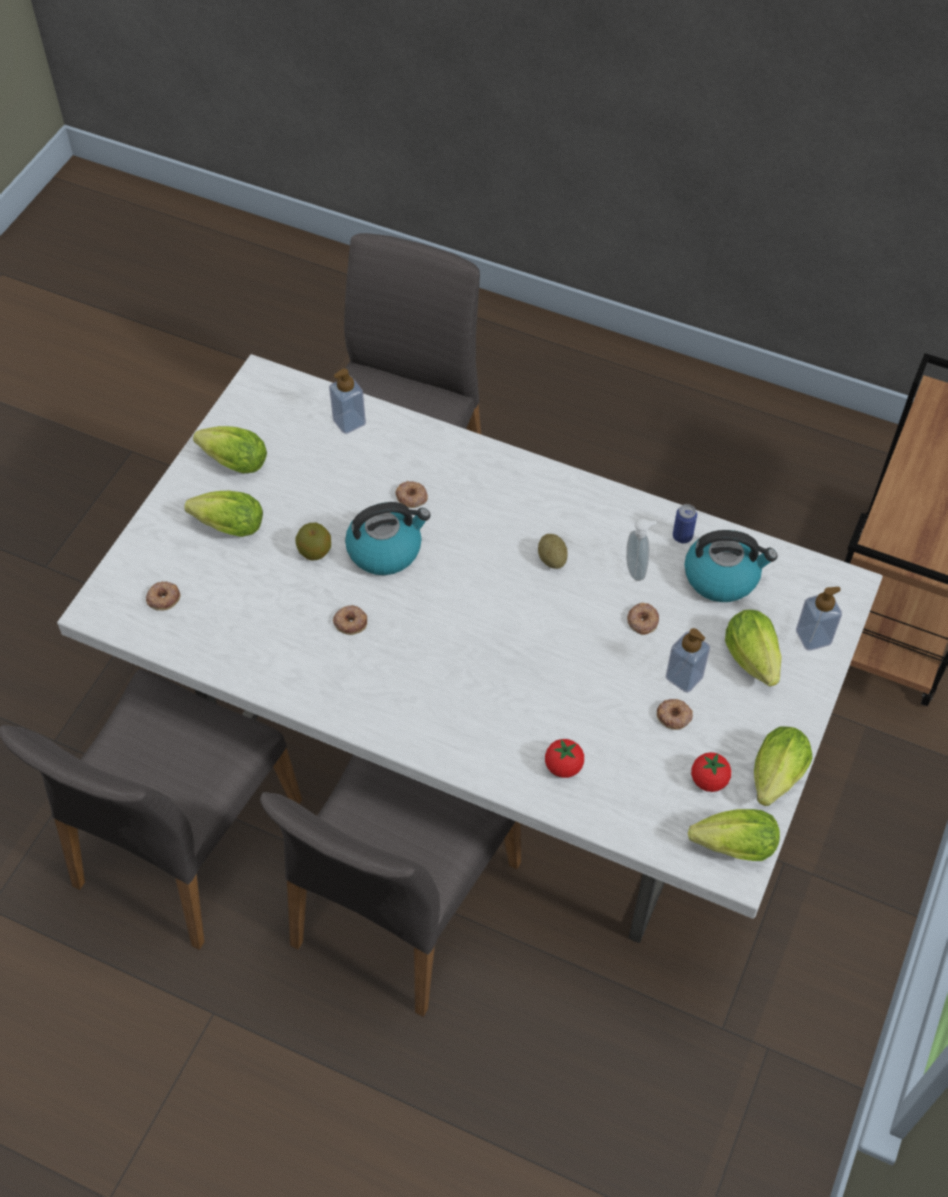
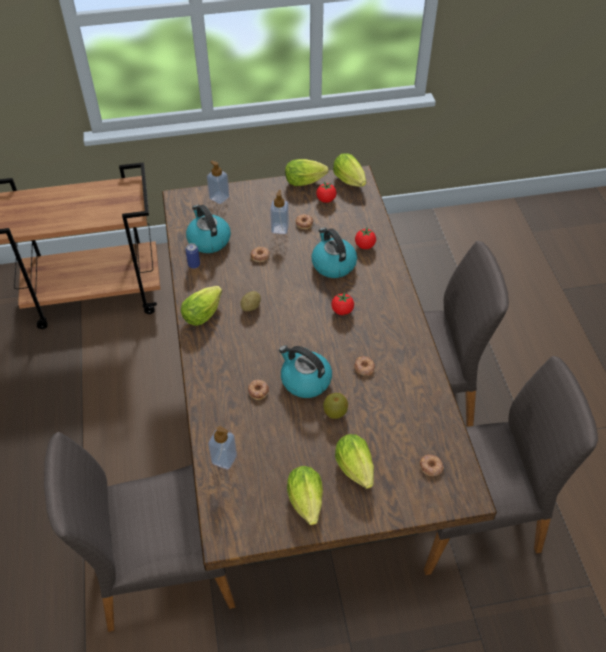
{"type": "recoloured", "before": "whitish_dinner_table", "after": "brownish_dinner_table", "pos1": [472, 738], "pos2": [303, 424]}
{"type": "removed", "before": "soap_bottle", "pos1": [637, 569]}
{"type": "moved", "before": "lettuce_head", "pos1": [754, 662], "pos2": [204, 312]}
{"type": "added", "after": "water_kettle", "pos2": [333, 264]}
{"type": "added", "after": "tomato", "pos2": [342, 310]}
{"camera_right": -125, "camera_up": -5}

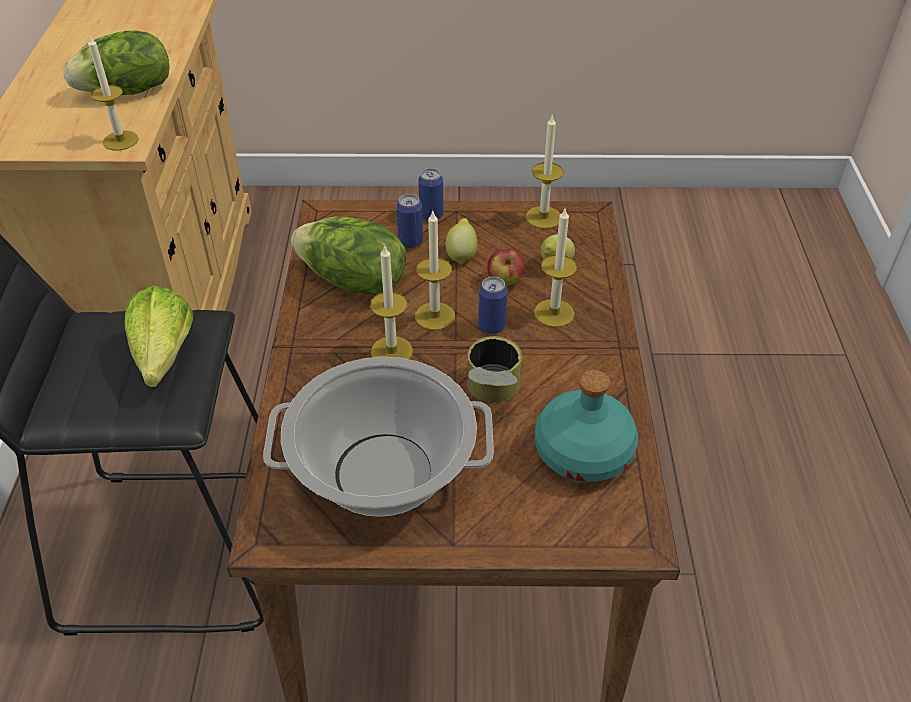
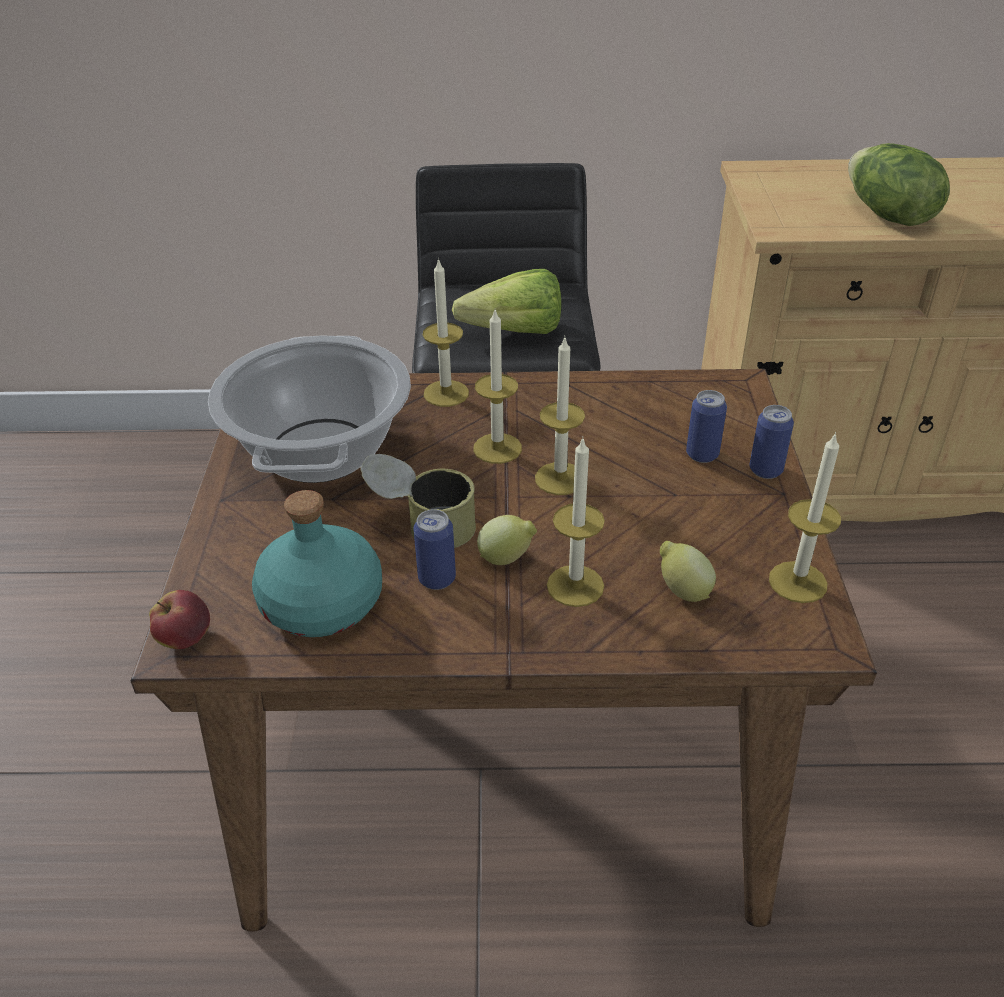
{"type": "moved", "before": "wax_candle", "pos1": [120, 140], "pos2": [446, 393]}
{"type": "removed", "before": "lettuce_head", "pos1": [353, 281]}
{"type": "moved", "before": "whole_lemon", "pos1": [461, 255], "pos2": [507, 558]}
{"type": "moved", "before": "metal_can", "pos1": [491, 326], "pos2": [437, 578]}
{"type": "moved", "before": "whole_apple", "pos1": [505, 281], "pos2": [185, 639]}
{"camera_right": 90, "camera_up": -5}

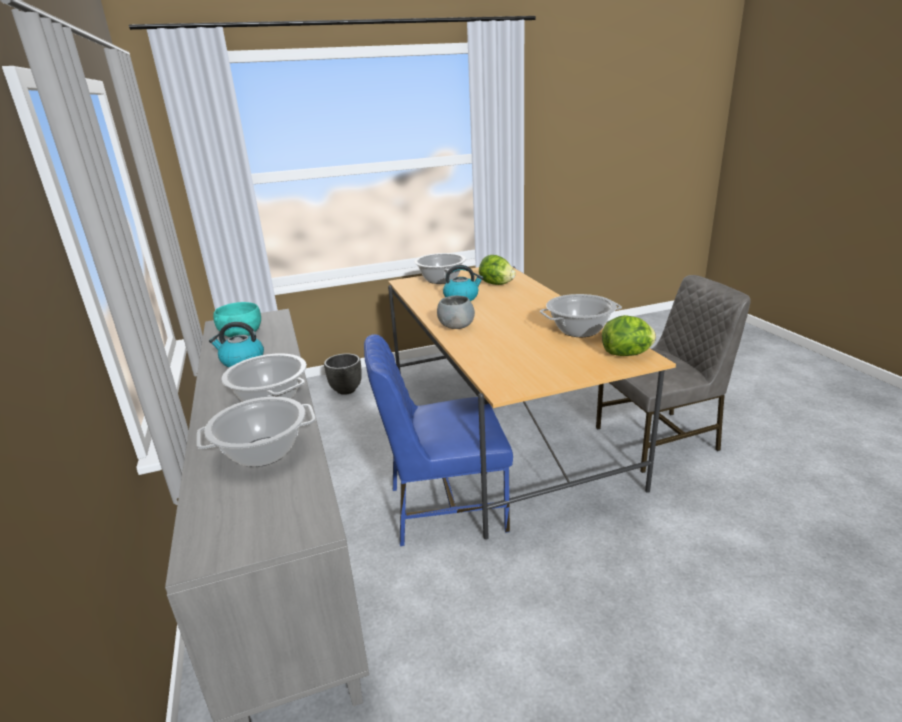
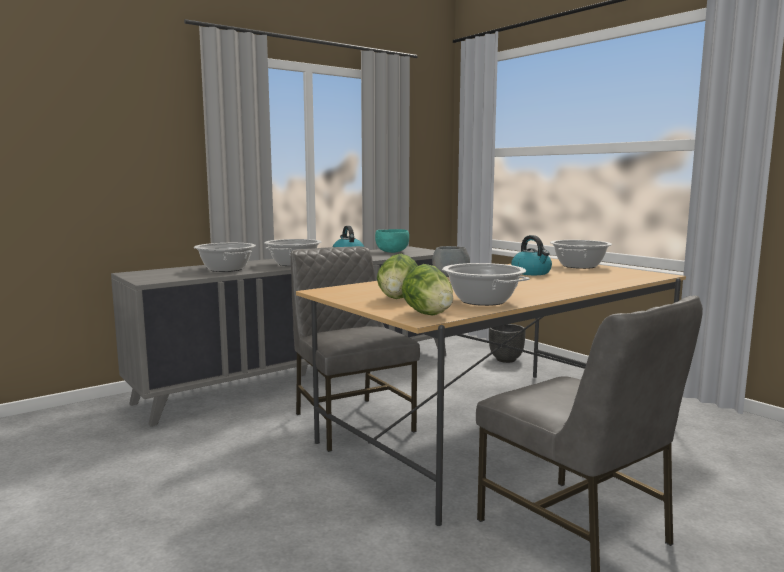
{"type": "recoloured", "before": "blue_upright_chair", "after": "greyish_upright_chair", "pos1": [444, 507], "pos2": [351, 421]}
{"type": "moved", "before": "lettuce_head", "pos1": [496, 284], "pos2": [399, 298]}
{"camera_right": 70, "camera_up": -15}

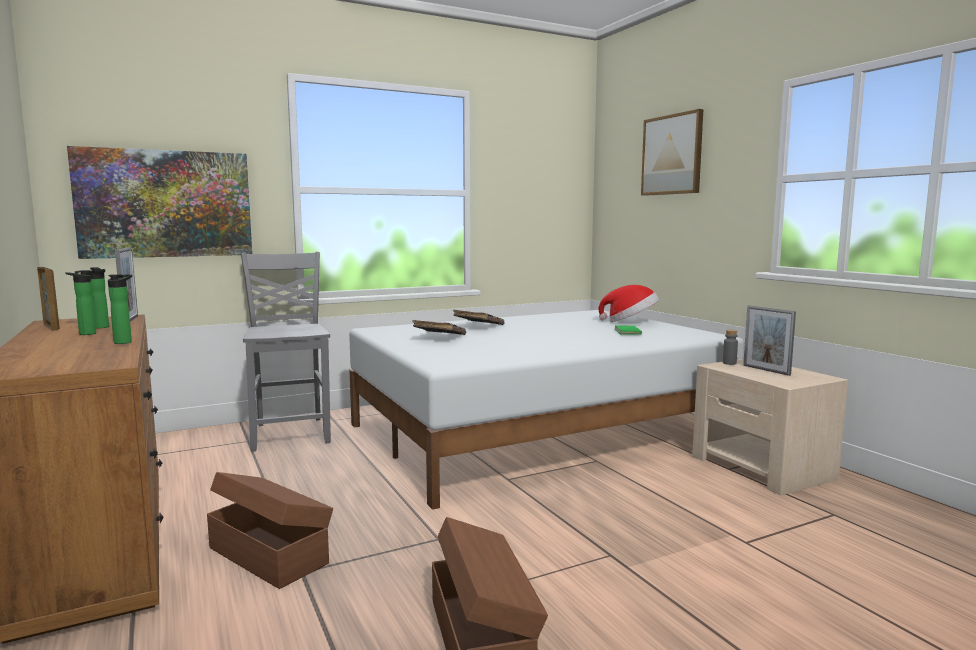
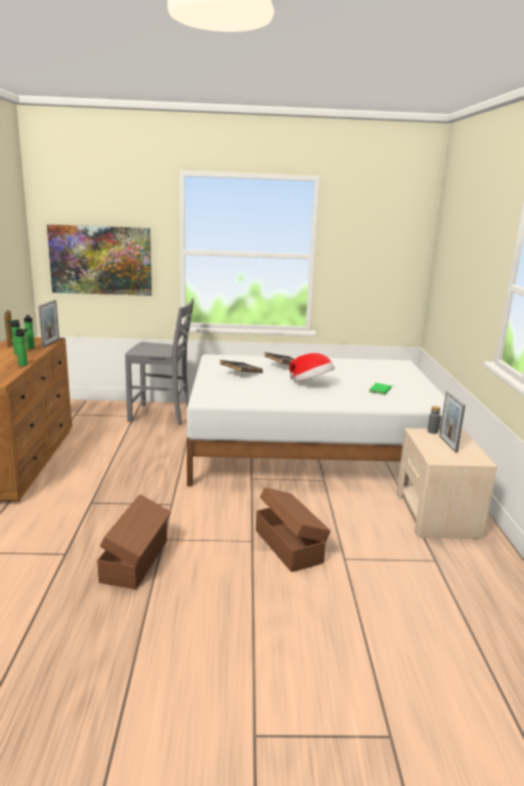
{"type": "moved", "before": "brownish_storage_bin", "pos1": [269, 554], "pos2": [289, 545]}
{"type": "turned", "before": "greyish_upright_chair", "pos1": [291, 433], "pos2": [161, 416], "turn": 90}
{"type": "moved", "before": "hat", "pos1": [630, 322], "pos2": [311, 384]}
{"type": "removed", "before": "picture", "pos1": [672, 155]}
{"camera_right": 25, "camera_up": 10}

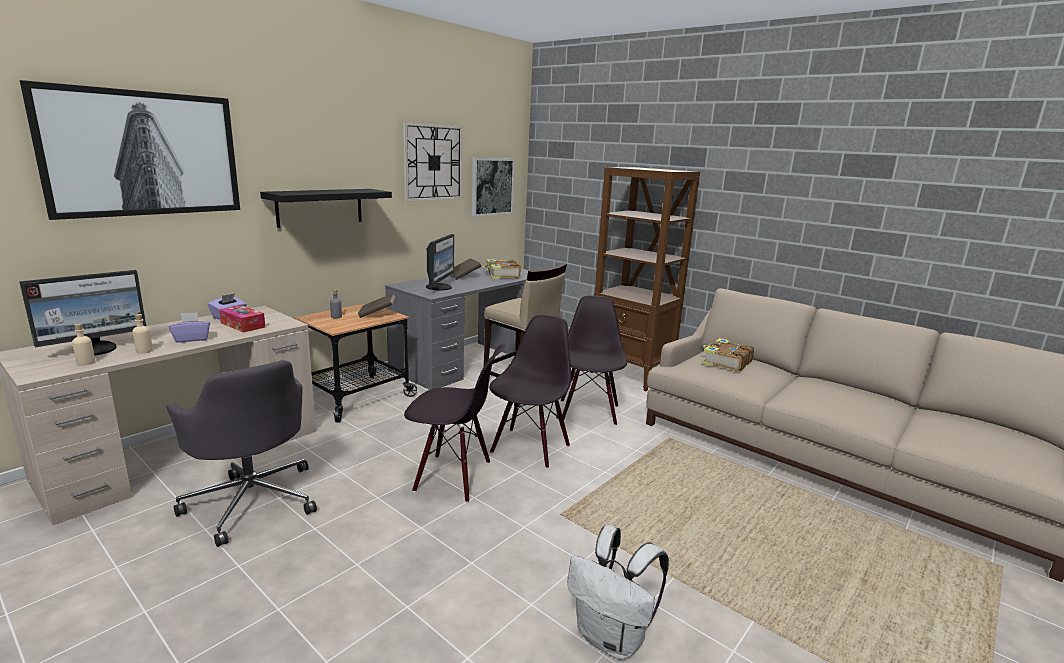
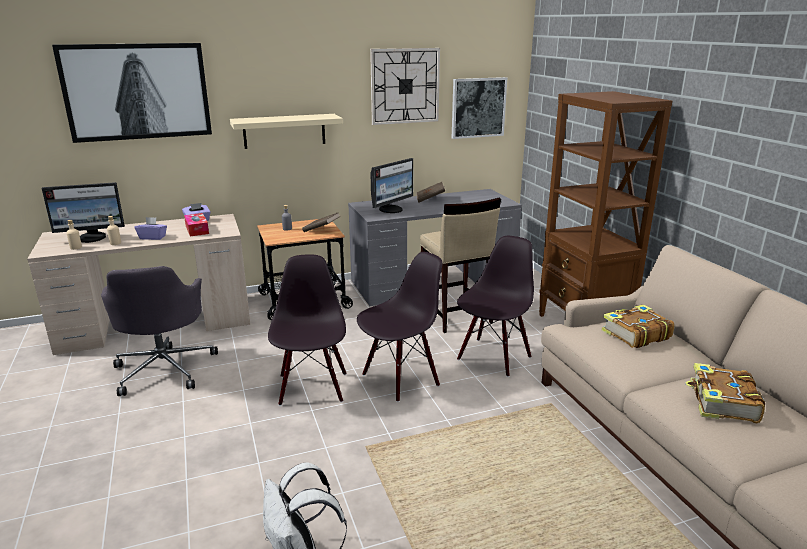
{"type": "recoloured", "before": "black-coloured_shelf", "after": "beige-coloured_shelf", "pos1": [320, 207], "pos2": [284, 131]}
{"type": "turned", "before": "black-coloured_upright_chair", "pos1": [453, 477], "pos2": [312, 388], "turn": -135}
{"type": "moved", "before": "volume", "pos1": [502, 275], "pos2": [721, 403]}
{"camera_right": 30, "camera_up": 5}

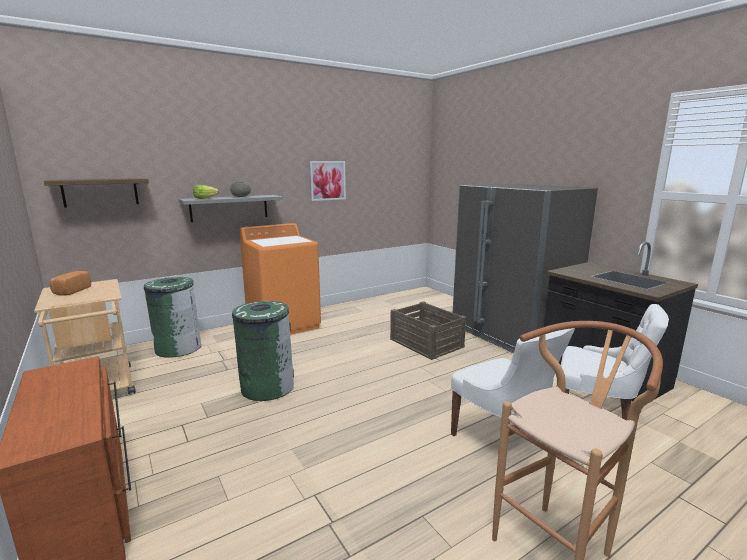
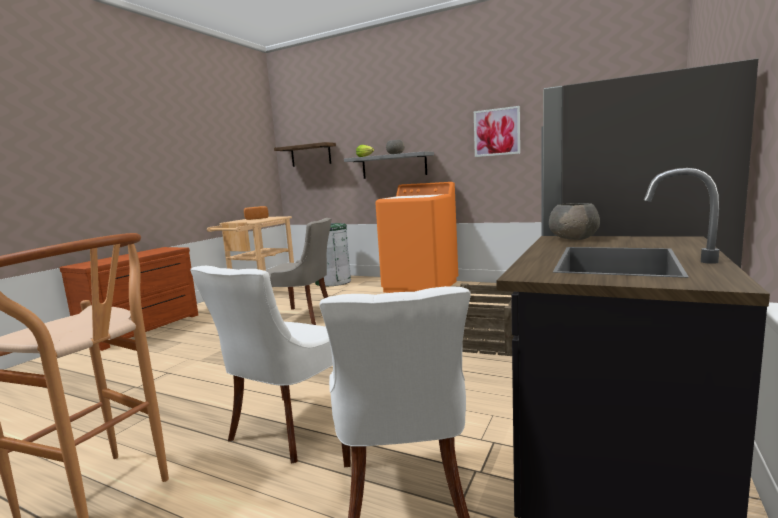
{"type": "replaced", "before": "greenish_rubbish_bin", "after": "greyish_upright_chair", "pos1": [267, 387], "pos2": [303, 317]}
{"type": "added", "after": "greyish_serving_bowl", "pos2": [574, 239]}
{"camera_right": 60, "camera_up": -5}

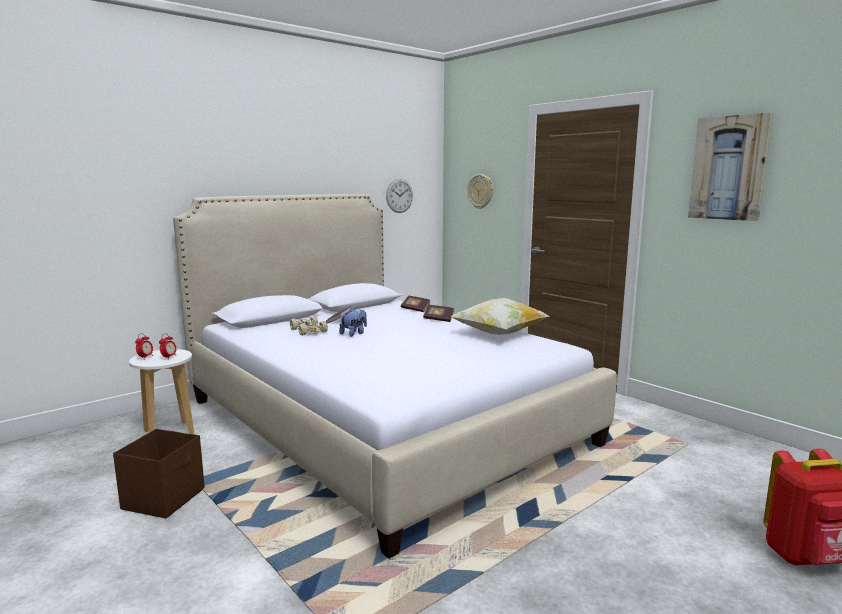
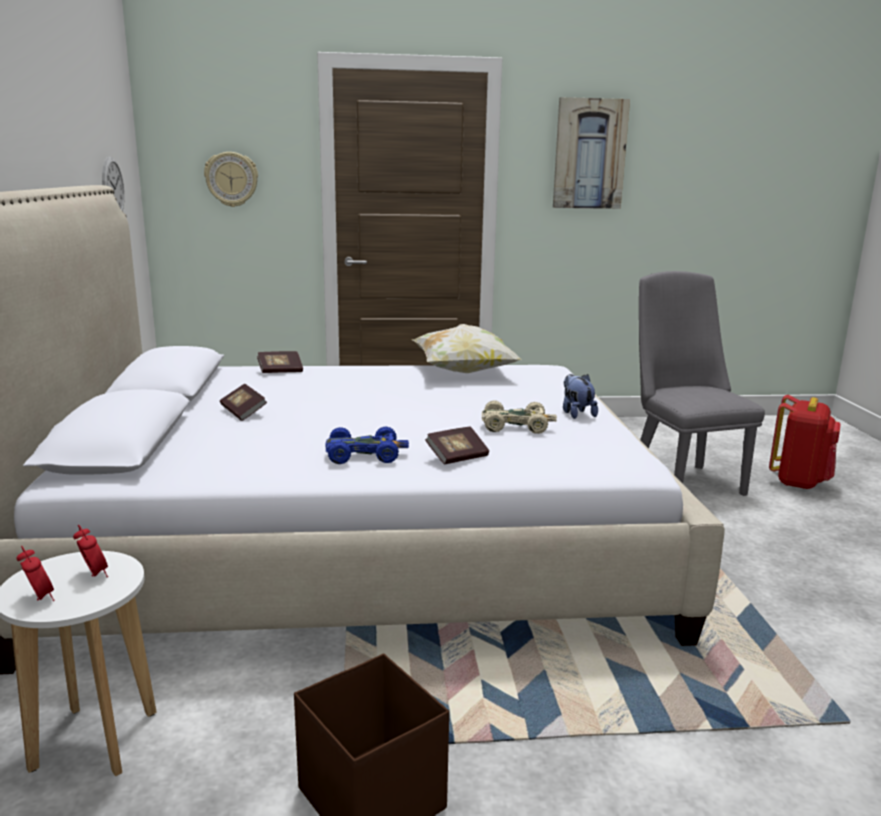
{"type": "moved", "before": "beige-coloured_toy_car", "pos1": [309, 331], "pos2": [516, 426]}
{"type": "moved", "before": "plush_toy", "pos1": [354, 334], "pos2": [576, 413]}
{"type": "moved", "before": "volume", "pos1": [438, 319], "pos2": [457, 457]}
{"type": "added", "after": "blue_toy_car", "pos2": [365, 455]}
{"type": "added", "after": "greyish_upright_chair", "pos2": [681, 480]}
{"camera_right": -55, "camera_up": 5}

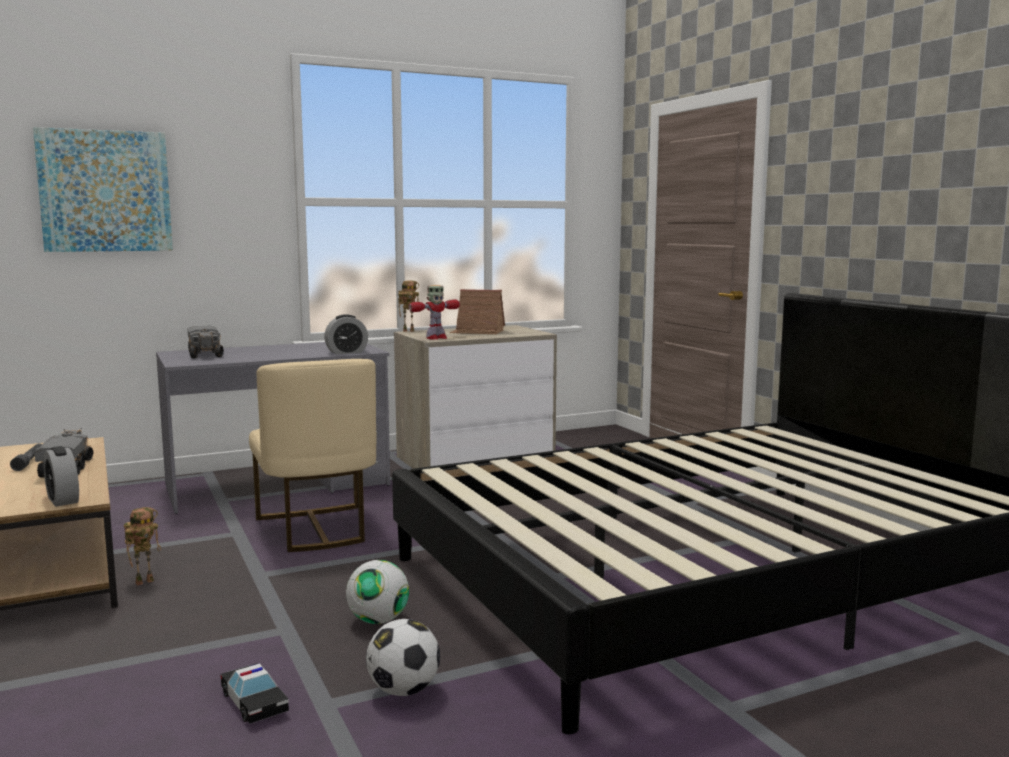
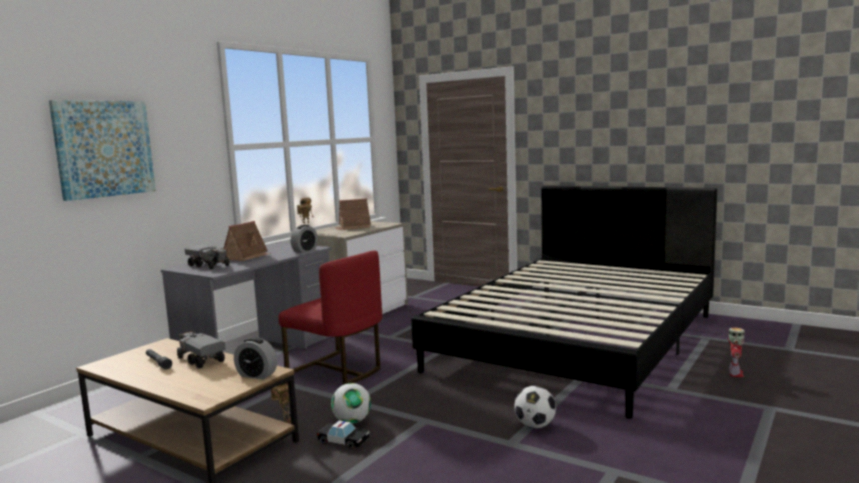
{"type": "moved", "before": "toy_car", "pos1": [254, 702], "pos2": [343, 441]}
{"type": "recoloured", "before": "beige-coloured_upright_chair", "after": "reddish_upright_chair", "pos1": [316, 529], "pos2": [337, 370]}
{"type": "moved", "before": "ball_for_football", "pos1": [378, 620], "pos2": [352, 421]}
{"type": "moved", "before": "toy_robot", "pos1": [436, 338], "pos2": [735, 374]}
{"type": "added", "after": "model_house", "pos2": [247, 256]}
{"camera_right": -30, "camera_up": 0}

